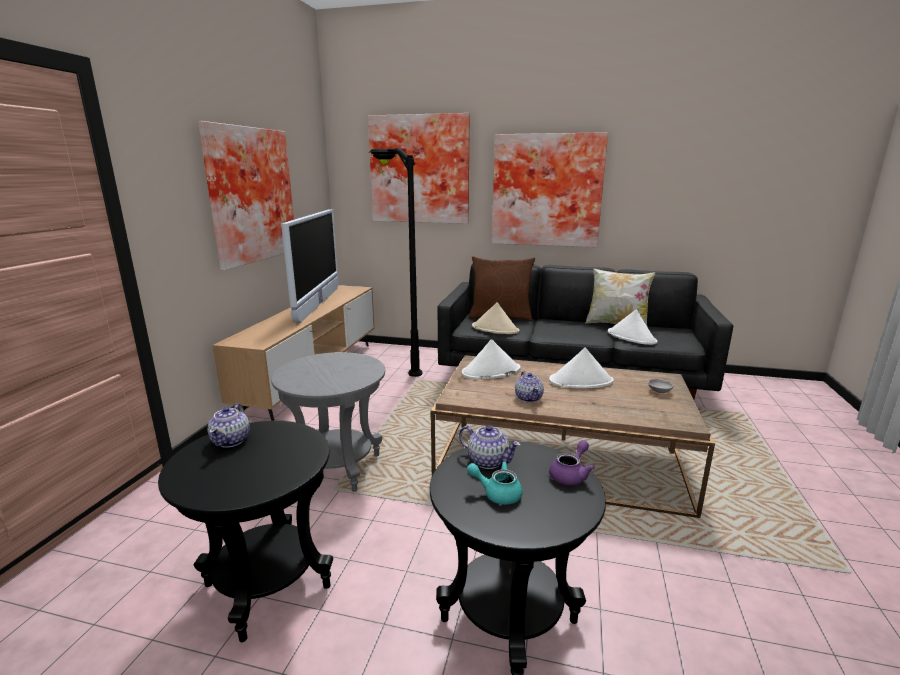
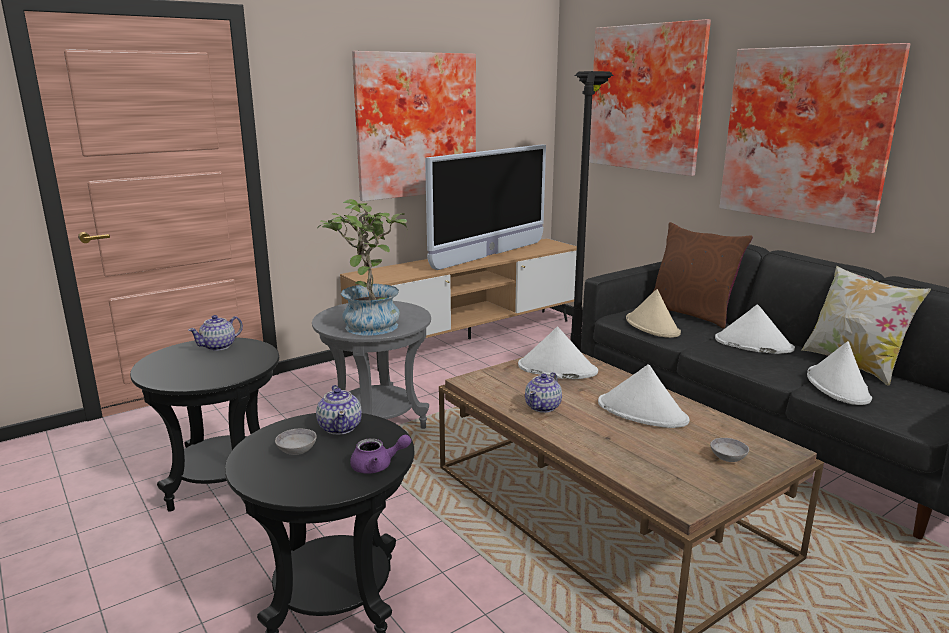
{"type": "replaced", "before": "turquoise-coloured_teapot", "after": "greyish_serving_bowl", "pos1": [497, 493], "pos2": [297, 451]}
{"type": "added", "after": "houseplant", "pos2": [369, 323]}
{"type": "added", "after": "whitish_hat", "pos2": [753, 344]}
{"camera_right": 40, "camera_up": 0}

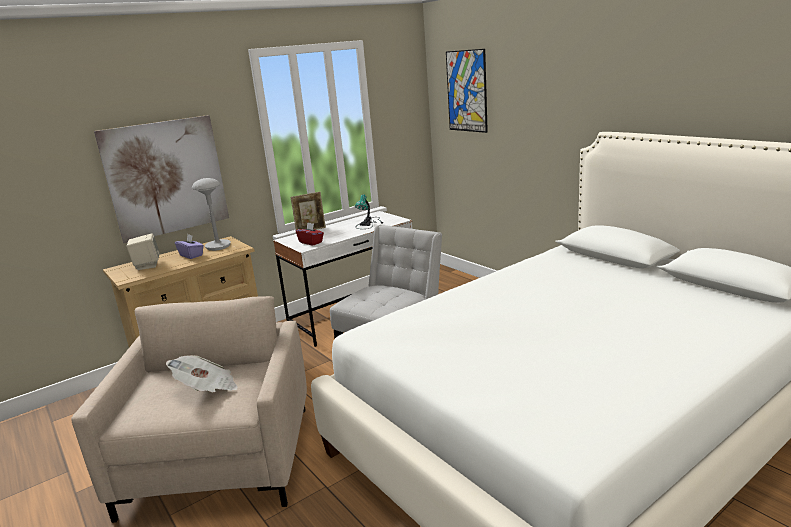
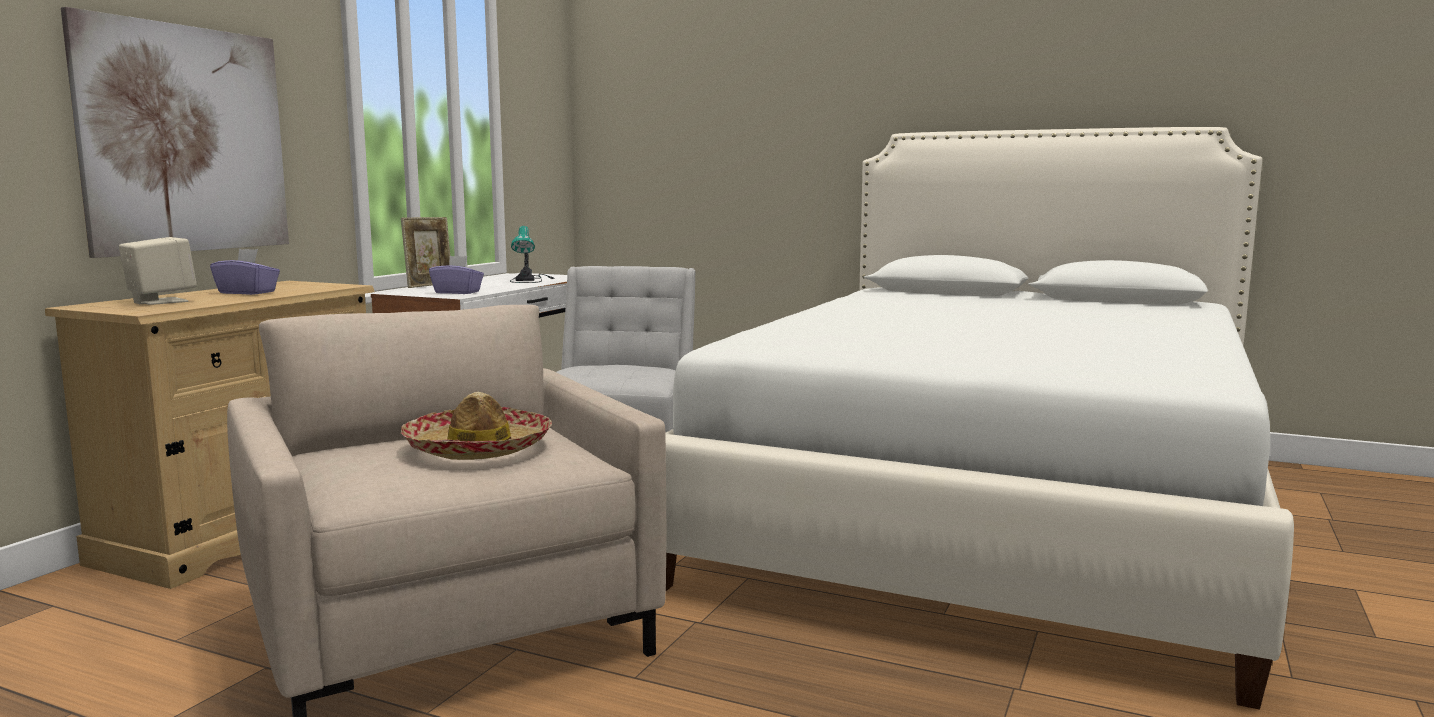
{"type": "replaced", "before": "daily_paper", "after": "hat", "pos1": [207, 389], "pos2": [479, 449]}
{"type": "removed", "before": "greyish_lamp_for_a_table", "pos1": [218, 246]}
{"type": "recoloured", "before": "reddish_tissue_box", "after": "purple-coloured_tissue_box", "pos1": [311, 242], "pos2": [457, 292]}
{"type": "removed", "before": "picture", "pos1": [466, 91]}
{"camera_right": -30, "camera_up": -10}

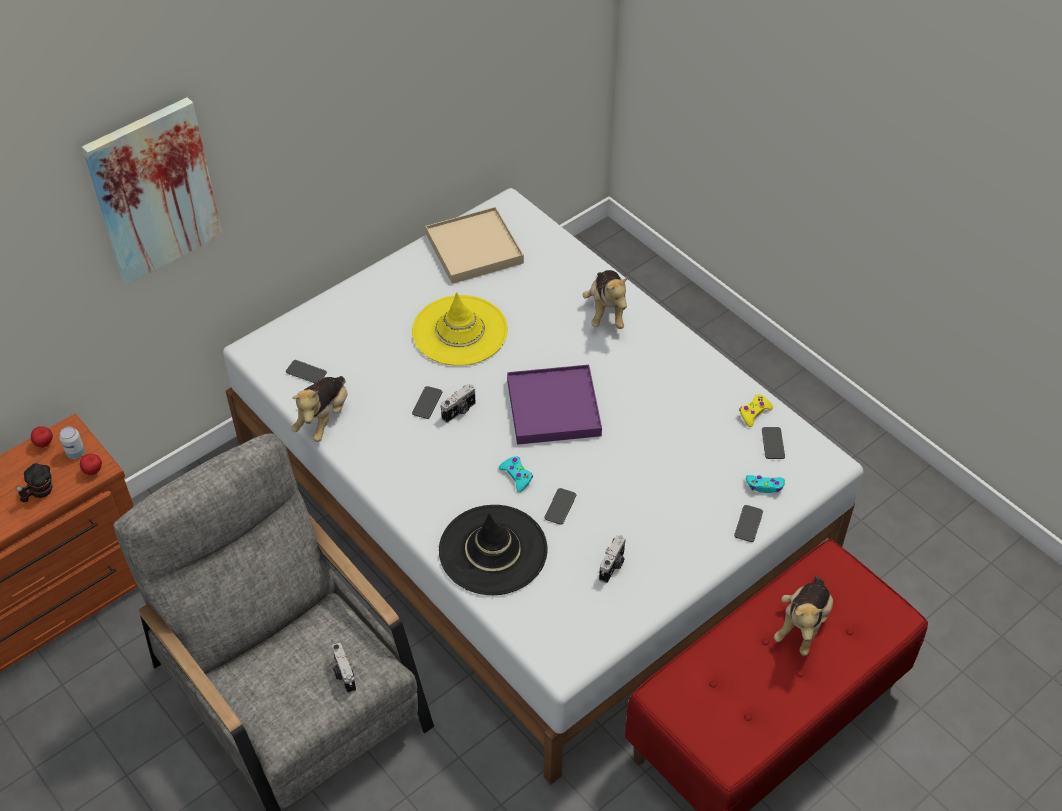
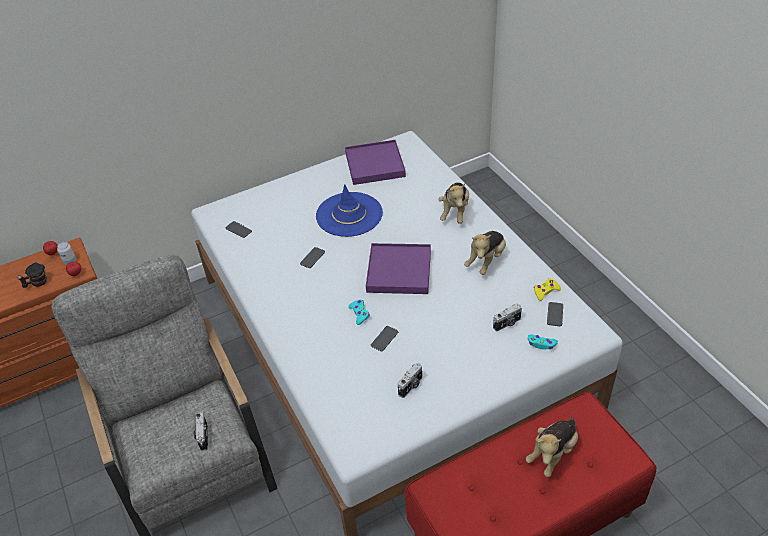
{"type": "removed", "before": "picture", "pos1": [153, 190]}
{"type": "moved", "before": "plush_toy", "pos1": [323, 418], "pos2": [486, 261]}
{"type": "recoloured", "before": "yellowish_hat", "after": "blue_hat", "pos1": [460, 331], "pos2": [349, 215]}
{"type": "recoloured", "before": "beige-coloured_serving_tray", "after": "purple-coloured_serving_tray", "pos1": [474, 248], "pos2": [374, 165]}
{"type": "removed", "before": "black-coloured_hat", "pos1": [493, 550]}
{"type": "moved", "before": "still_camera", "pos1": [459, 411], "pos2": [507, 324]}
{"type": "removed", "before": "telephone", "pos1": [748, 524]}
{"camera_right": 15, "camera_up": -5}

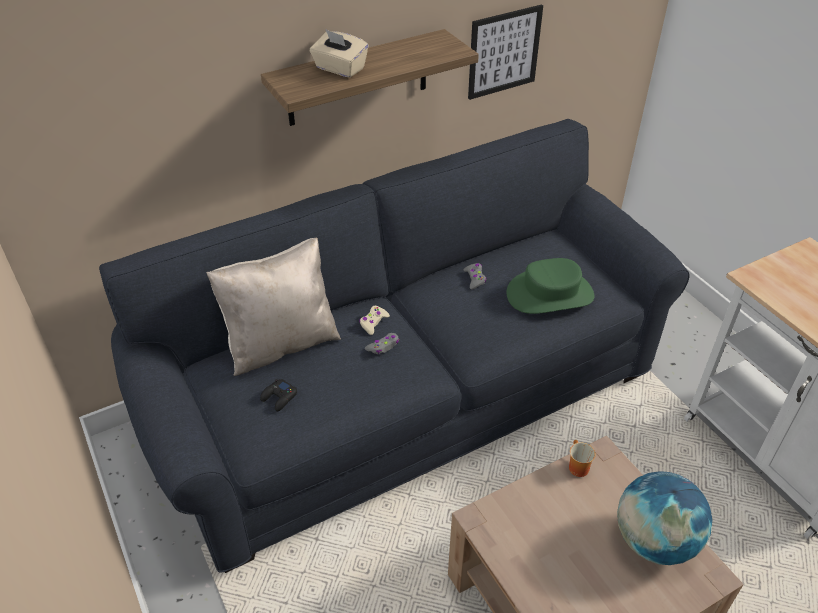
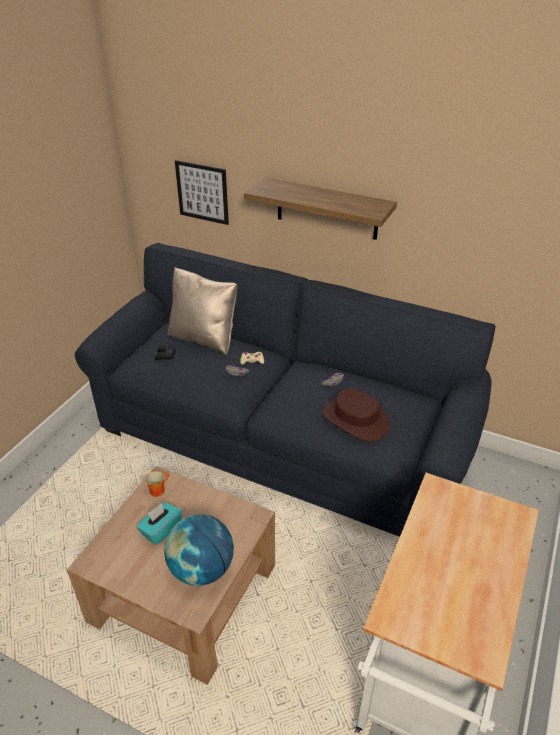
{"type": "removed", "before": "beige-coloured_tissue_box", "pos1": [339, 69]}
{"type": "moved", "before": "picture", "pos1": [504, 52], "pos2": [202, 192]}
{"type": "recoloured", "before": "greenish_hat", "after": "brownish_hat", "pos1": [550, 294], "pos2": [356, 419]}
{"type": "moved", "before": "tea_mug", "pos1": [576, 466], "pos2": [158, 489]}
{"type": "added", "after": "turquoise-coloured_tissue_box", "pos2": [161, 530]}
{"camera_right": 55, "camera_up": -5}

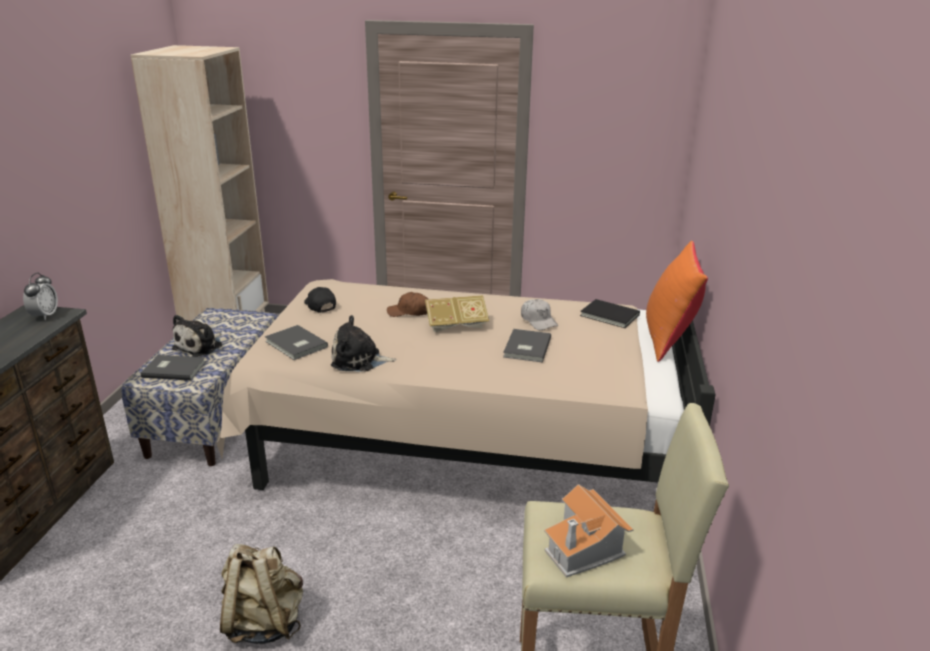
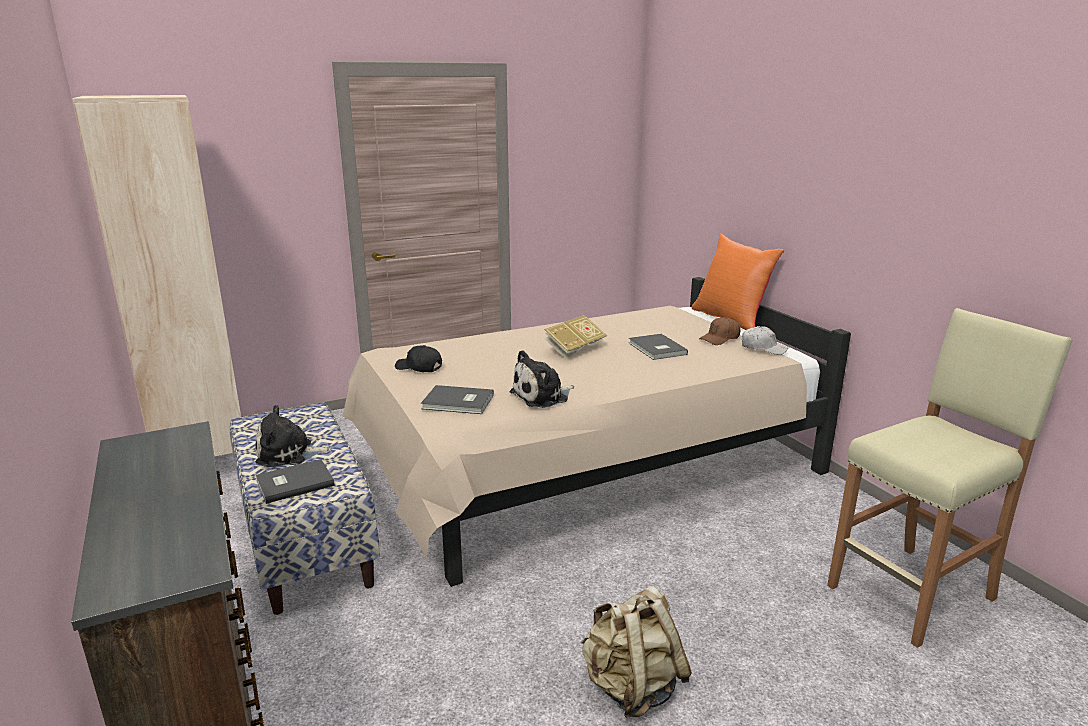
{"type": "removed", "before": "alarm_clock", "pos1": [45, 316]}
{"type": "turned", "before": "plush_toy", "pos1": [200, 346], "pos2": [288, 454], "turn": 90}
{"type": "moved", "before": "brownish_baseball_cap", "pos1": [409, 312], "pos2": [720, 339]}
{"type": "moved", "before": "whitish_baseball_cap", "pos1": [538, 321], "pos2": [763, 348]}
{"type": "removed", "before": "model_house", "pos1": [584, 549]}
{"type": "removed", "before": "black-coloured_volume", "pos1": [609, 316]}
{"camera_right": -35, "camera_up": -5}

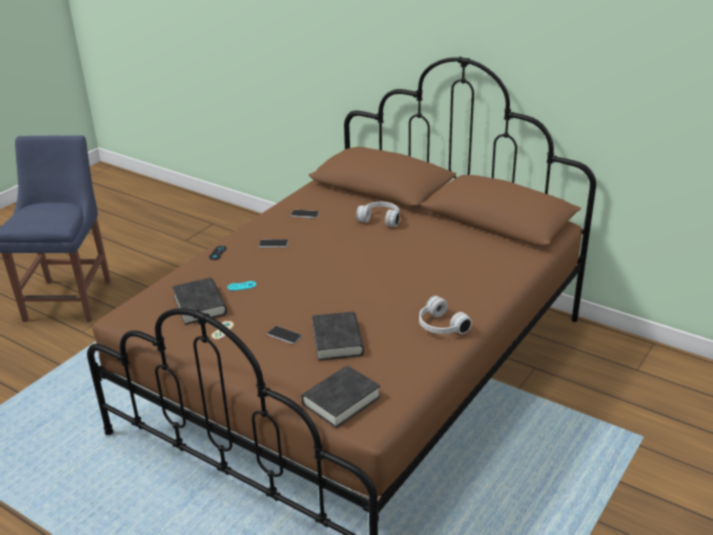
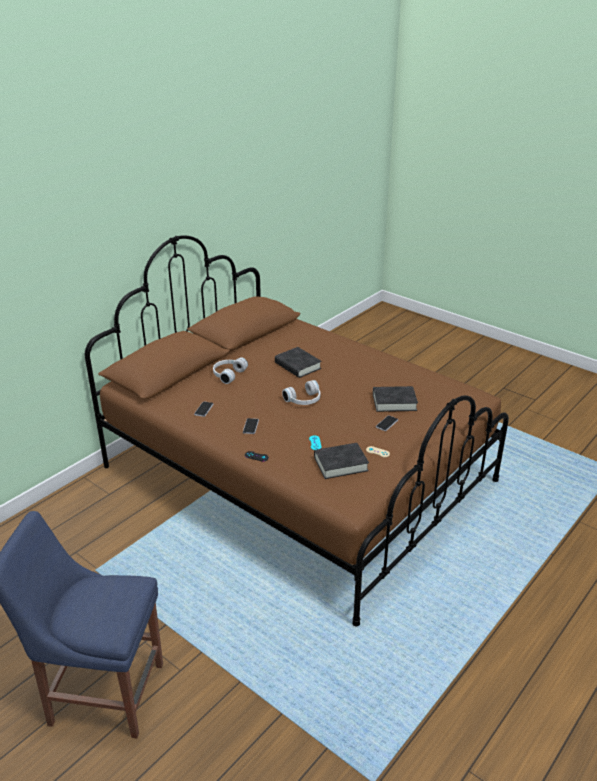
{"type": "moved", "before": "black-coloured_volume", "pos1": [341, 400], "pos2": [297, 366]}
{"type": "moved", "before": "whitish_headset", "pos1": [440, 326], "pos2": [304, 400]}
{"camera_right": -85, "camera_up": 0}

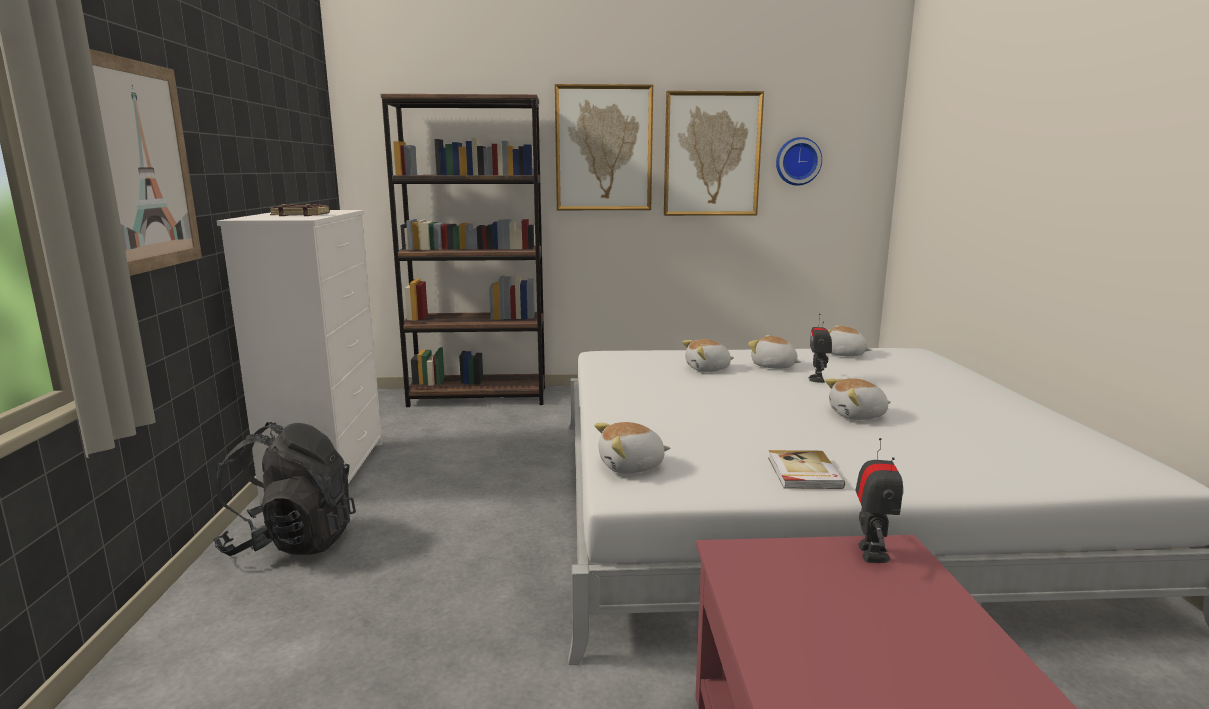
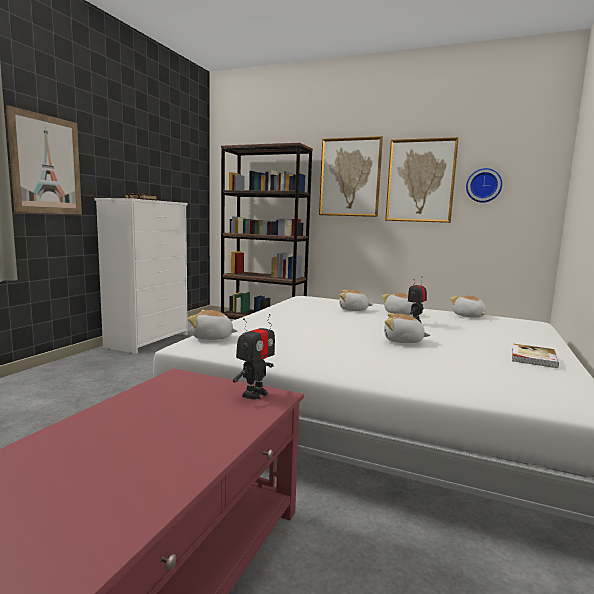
{"type": "removed", "before": "black-coloured_backpack", "pos1": [292, 542]}
{"type": "moved", "before": "volume", "pos1": [803, 473], "pos2": [532, 358]}
{"camera_right": 25, "camera_up": -5}

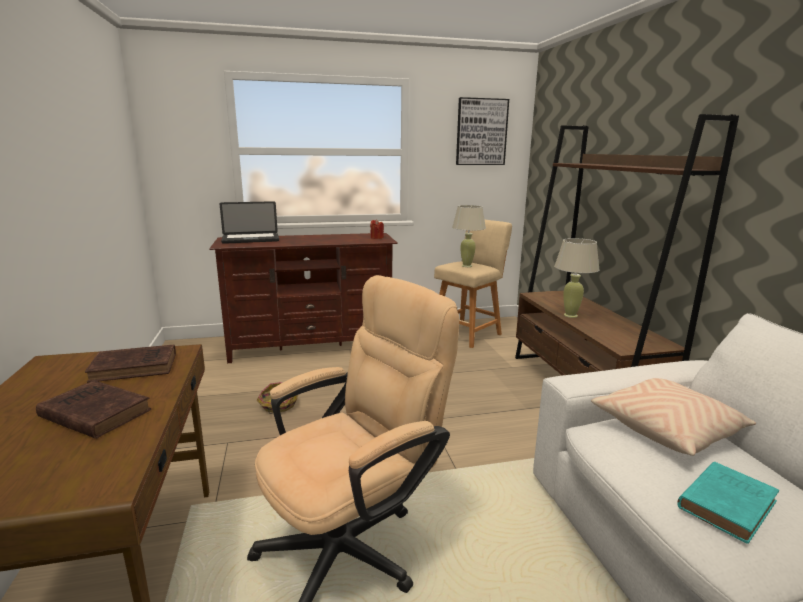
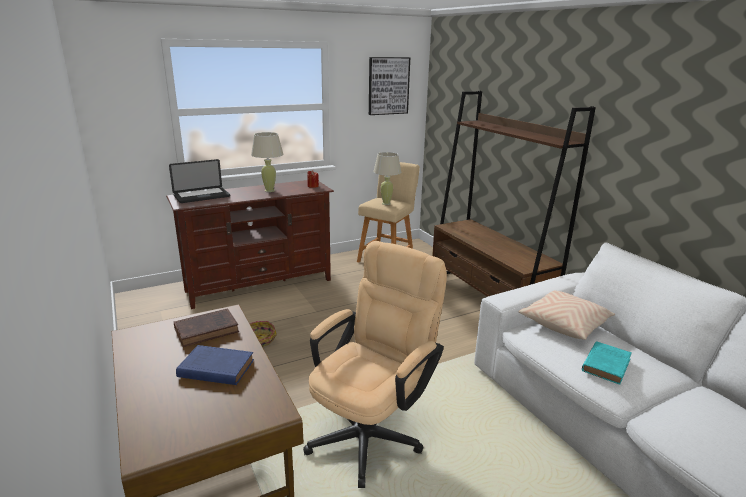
{"type": "recoloured", "before": "brownish_volume", "after": "blue_volume", "pos1": [94, 413], "pos2": [214, 368]}
{"type": "moved", "before": "beige-coloured_lamp_for_a_table", "pos1": [570, 315], "pos2": [269, 190]}
{"camera_right": -15, "camera_up": 5}

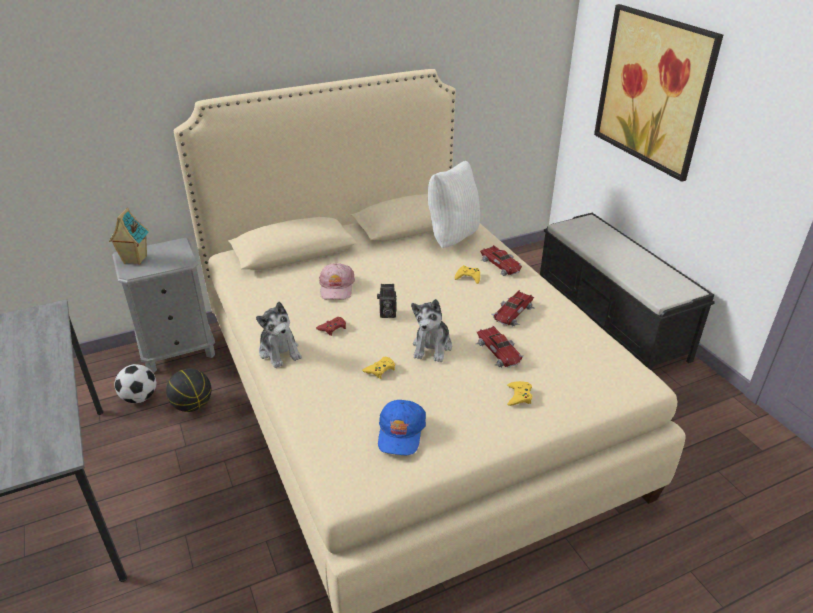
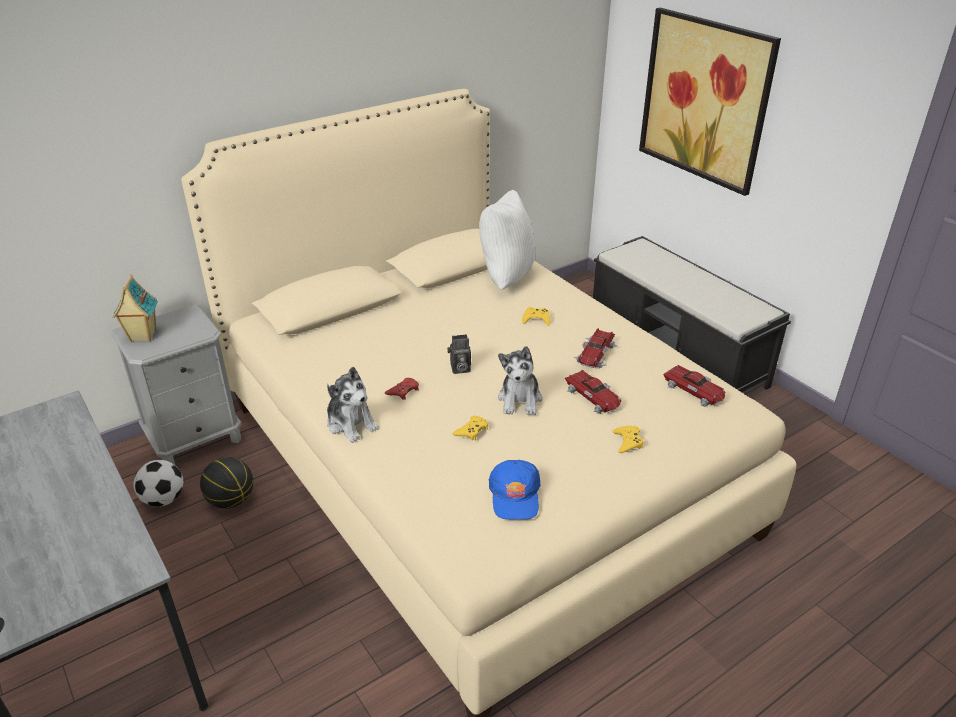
{"type": "removed", "before": "pinkish_baseball_cap", "pos1": [336, 287]}
{"type": "moved", "before": "toy_car", "pos1": [501, 265], "pos2": [694, 391]}
{"camera_right": -10, "camera_up": 0}

